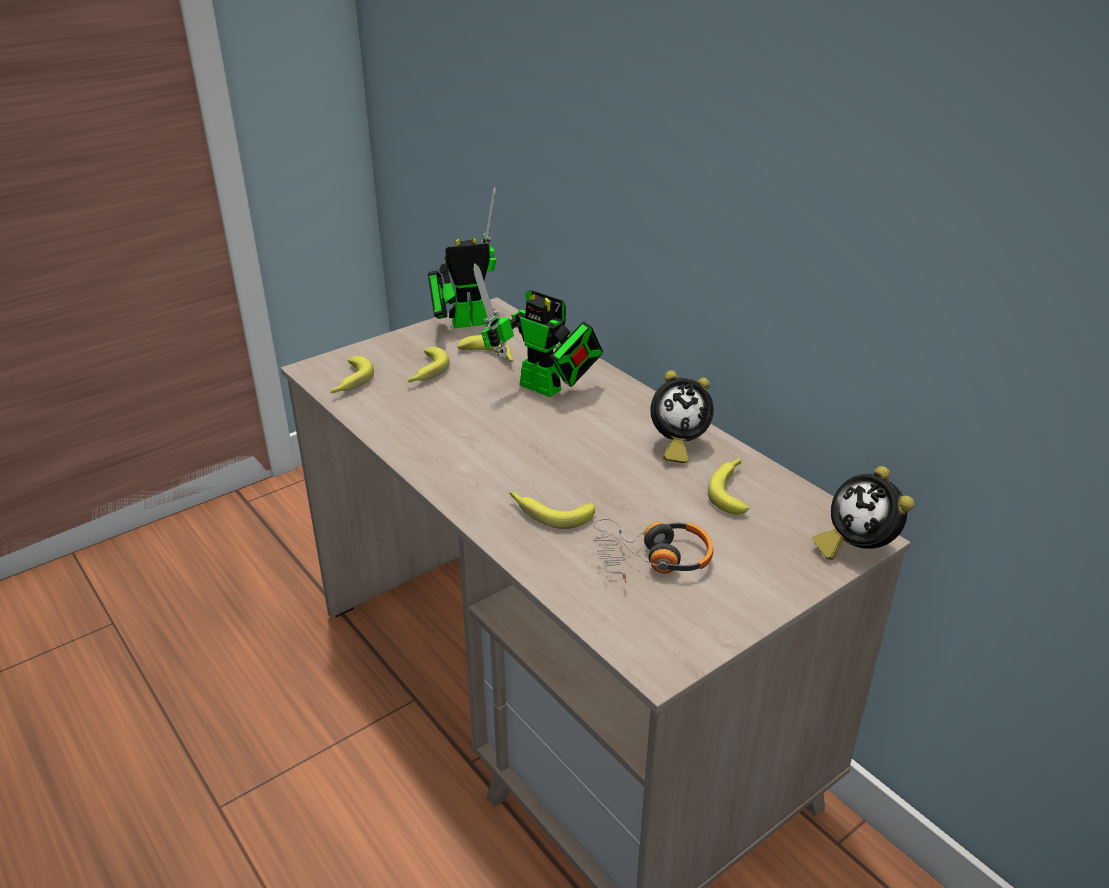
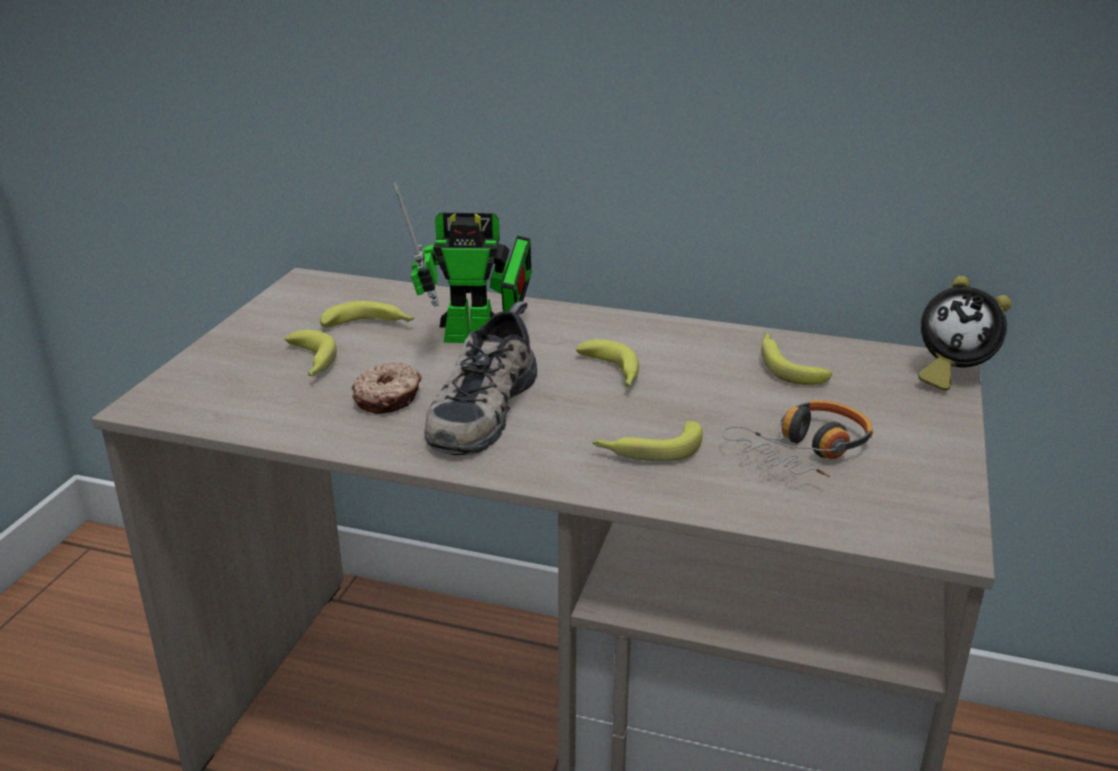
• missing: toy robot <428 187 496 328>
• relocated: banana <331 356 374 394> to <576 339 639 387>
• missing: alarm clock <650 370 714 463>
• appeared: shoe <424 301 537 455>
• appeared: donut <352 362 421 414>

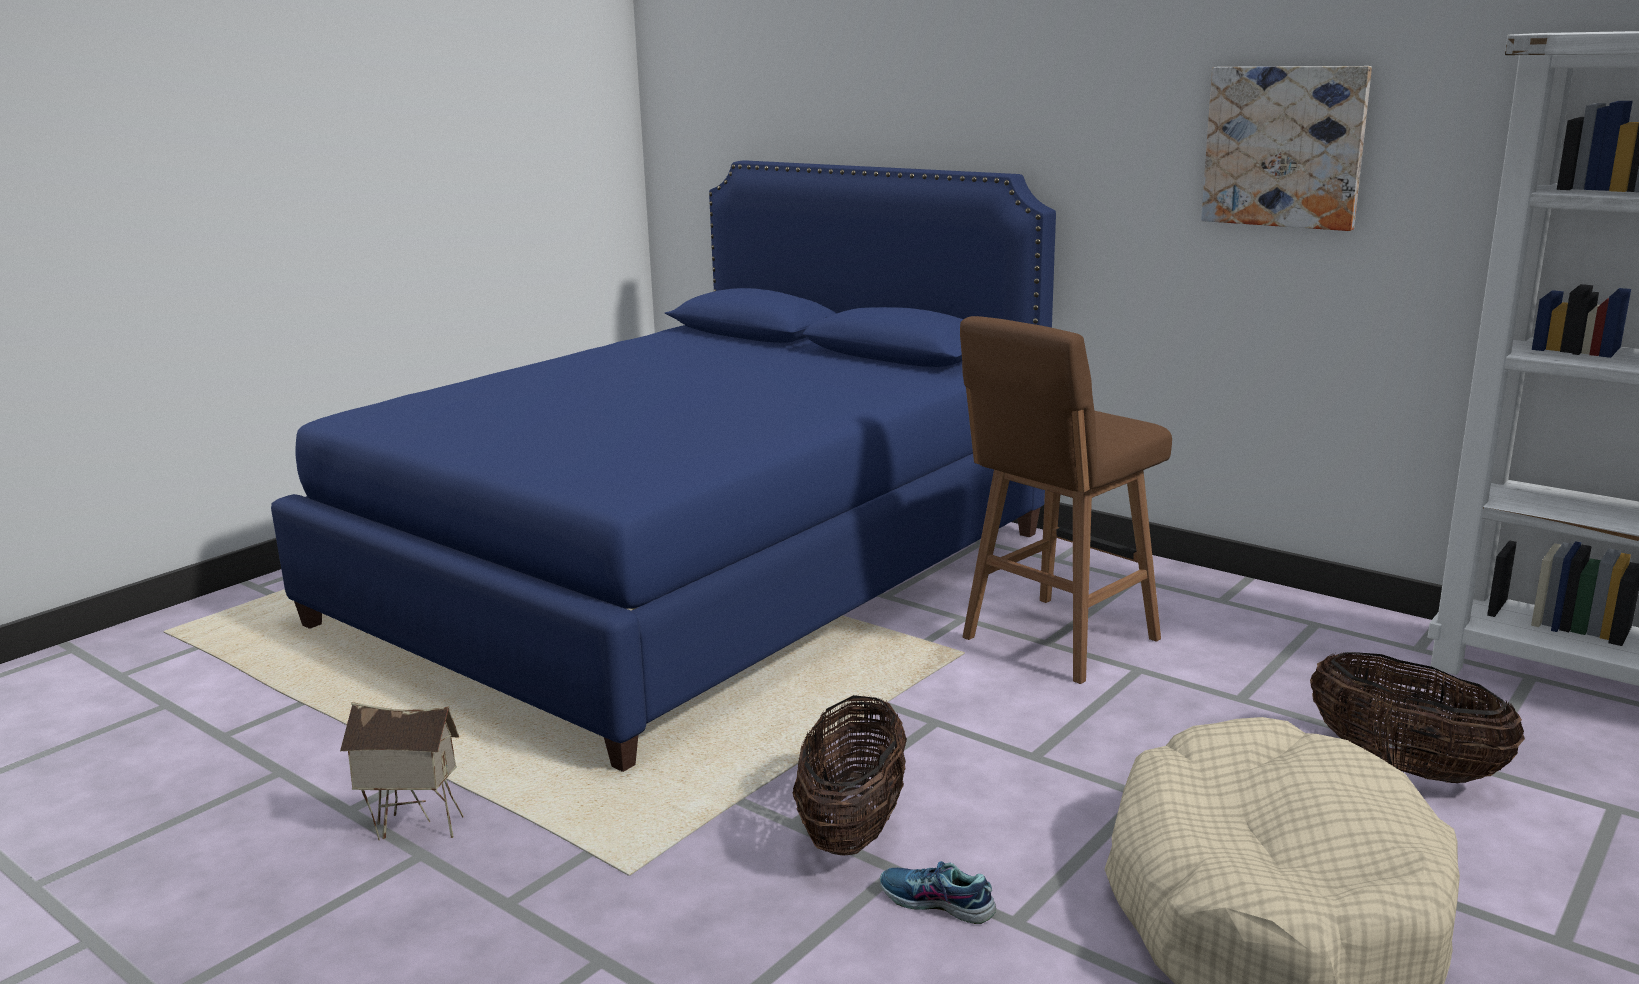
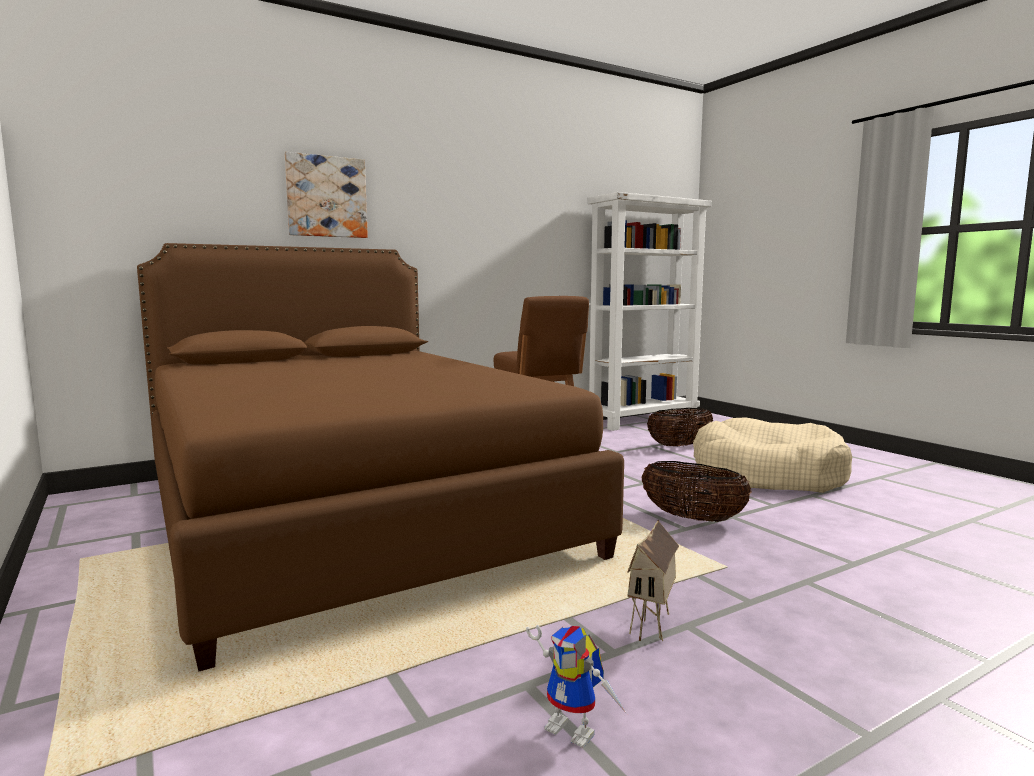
• relocated: picture <1201 66 1372 231> to <285 152 368 238>
• colour: bed/blue <271 160 1056 772> to bed/brown <137 243 624 672>
• missing: shoe <880 861 996 924>
• appeared: toy robot <526 625 627 748>

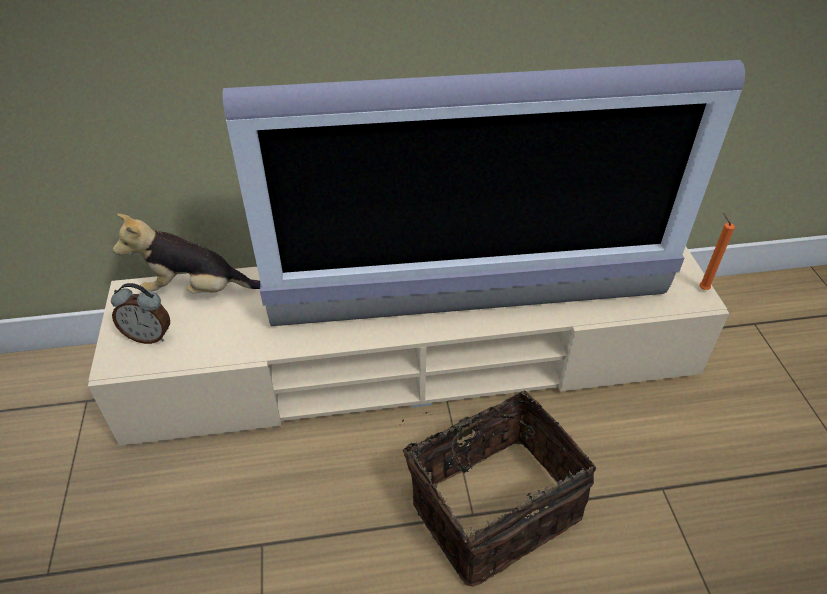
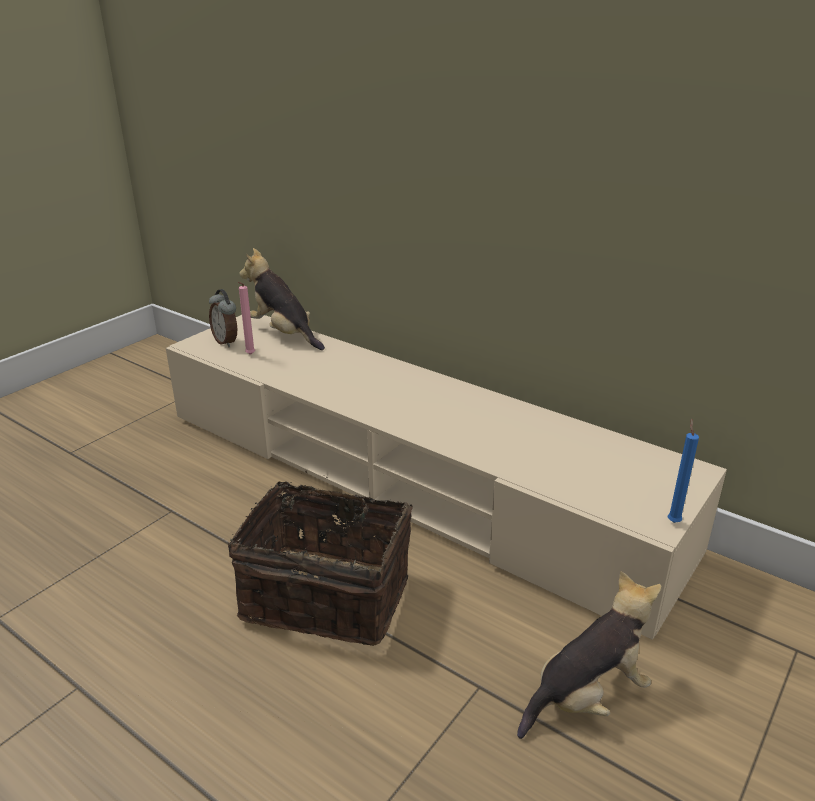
• missing: television <223 60 745 326>
• colour: candle/orange <699 213 735 290> to candle/blue <668 419 699 523>
• appeared: candle/pink <238 282 255 355>
• appeared: plush toy <517 571 661 739>

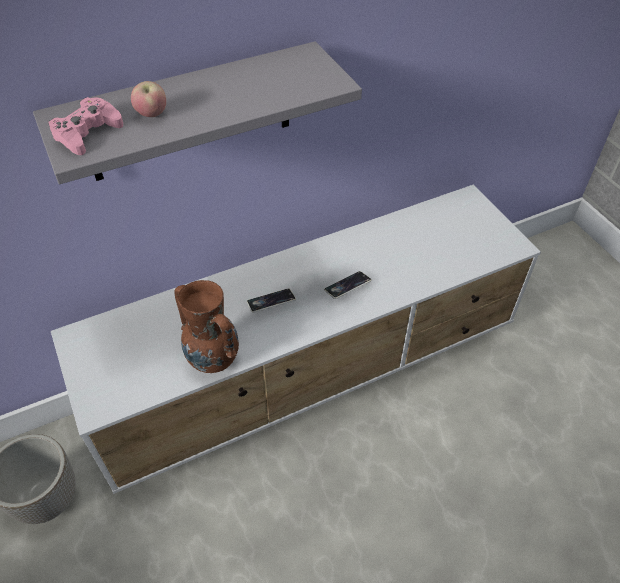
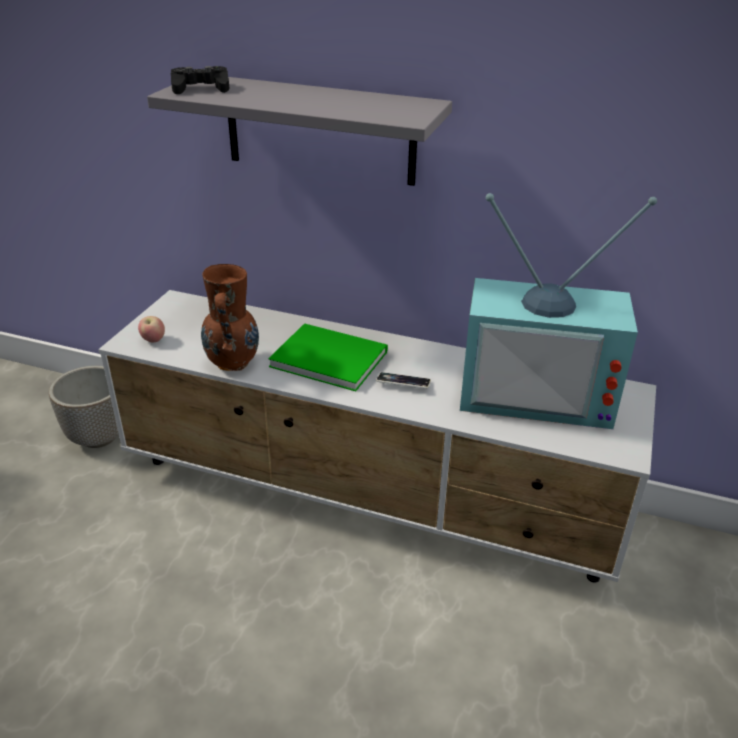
• relocated: apple <131 81 166 117> to <138 316 165 342>
• colour: game controller/pink <48 97 123 155> to game controller/black <171 66 229 94>
• exchanged: phone <247 288 296 313> to book/green <268 323 388 391>
• appeared: television <460 193 657 429>

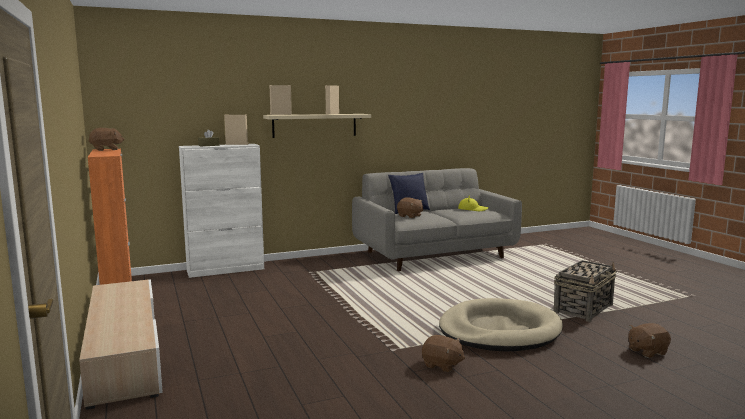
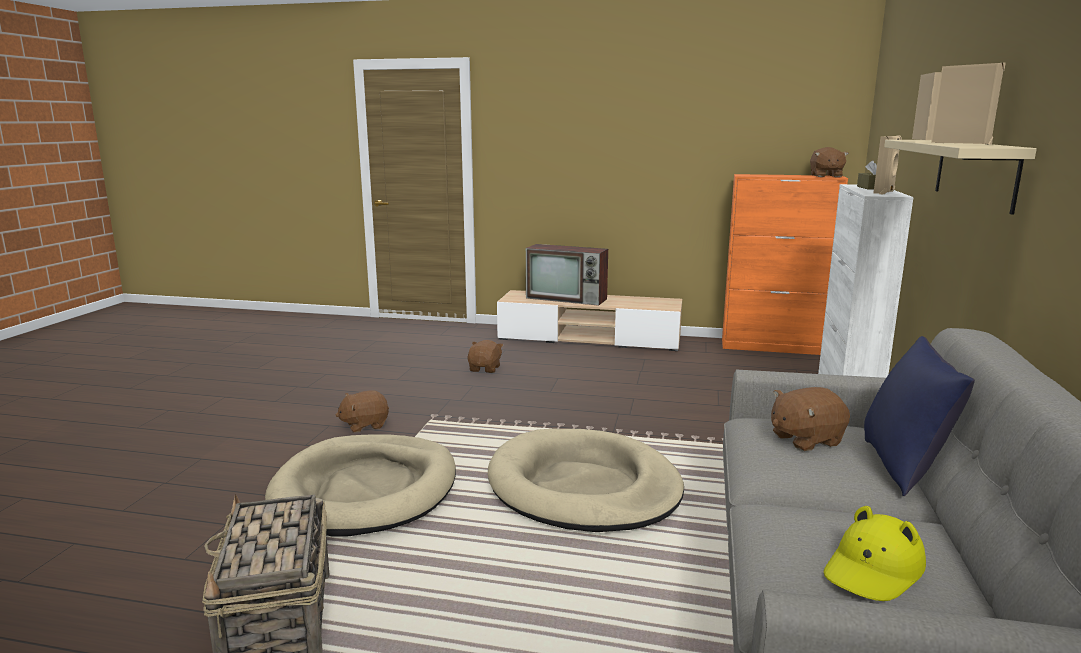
• relocated: plush toy/brown <628 323 671 358> to <467 340 503 373>
• appeared: television <526 244 608 306>
• appeared: dog bed/beige <488 429 684 532>

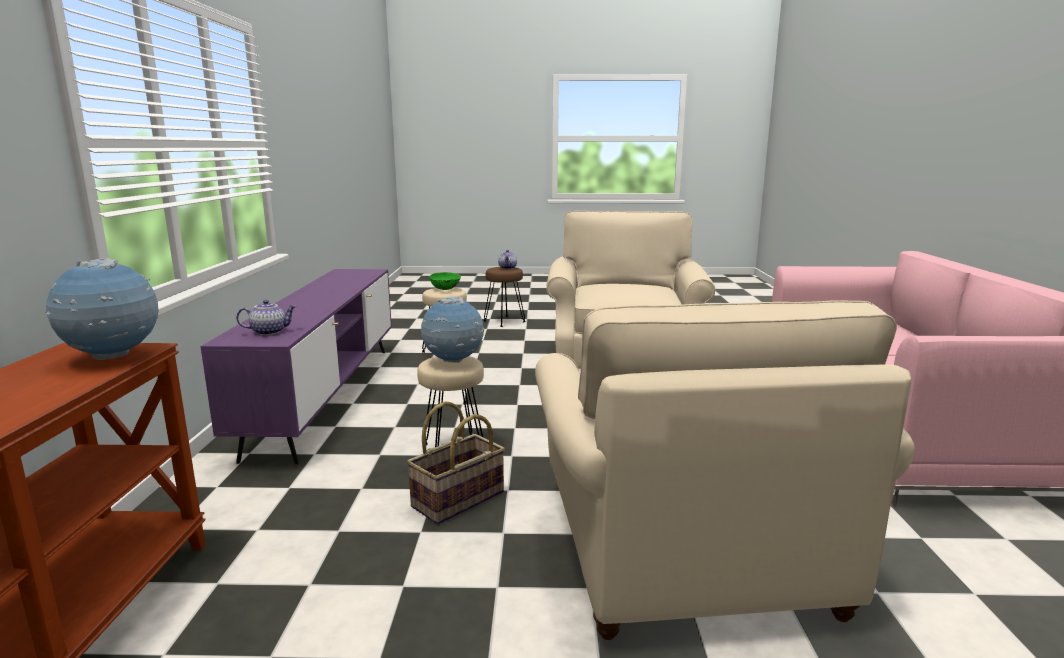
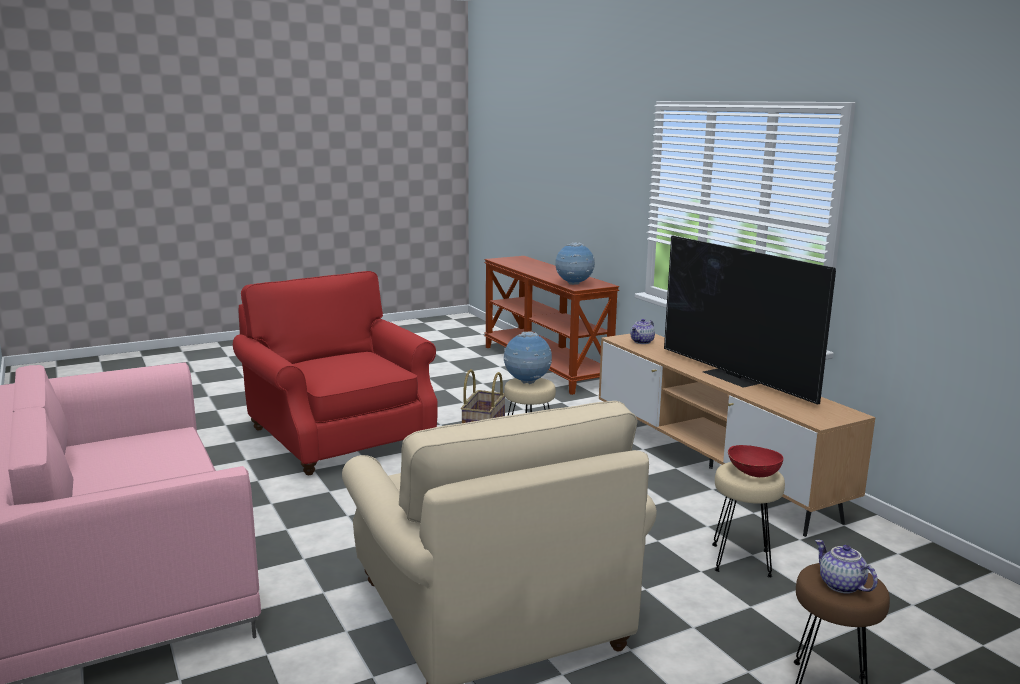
• colour: tv stand/purple <200 269 392 464> to tv stand/brown <599 334 876 537>
• colour: bowl/green <430 272 461 290> to bowl/red <728 445 783 477>
• colour: armchair/beige <535 300 915 640> to armchair/red <233 271 438 475>
• appeared: television <664 236 836 405>

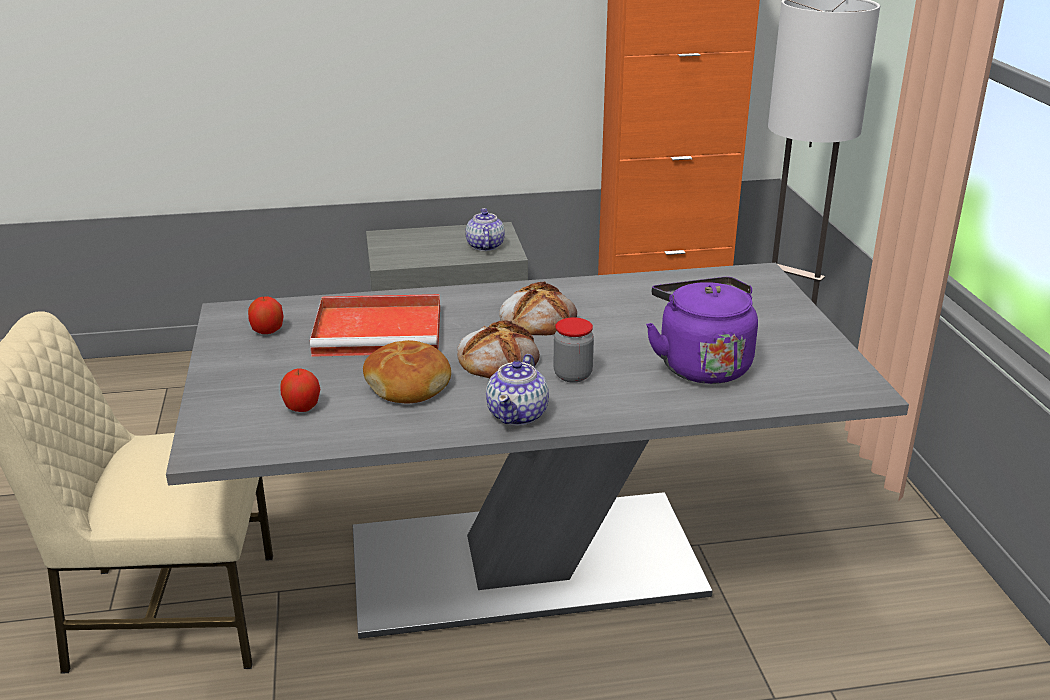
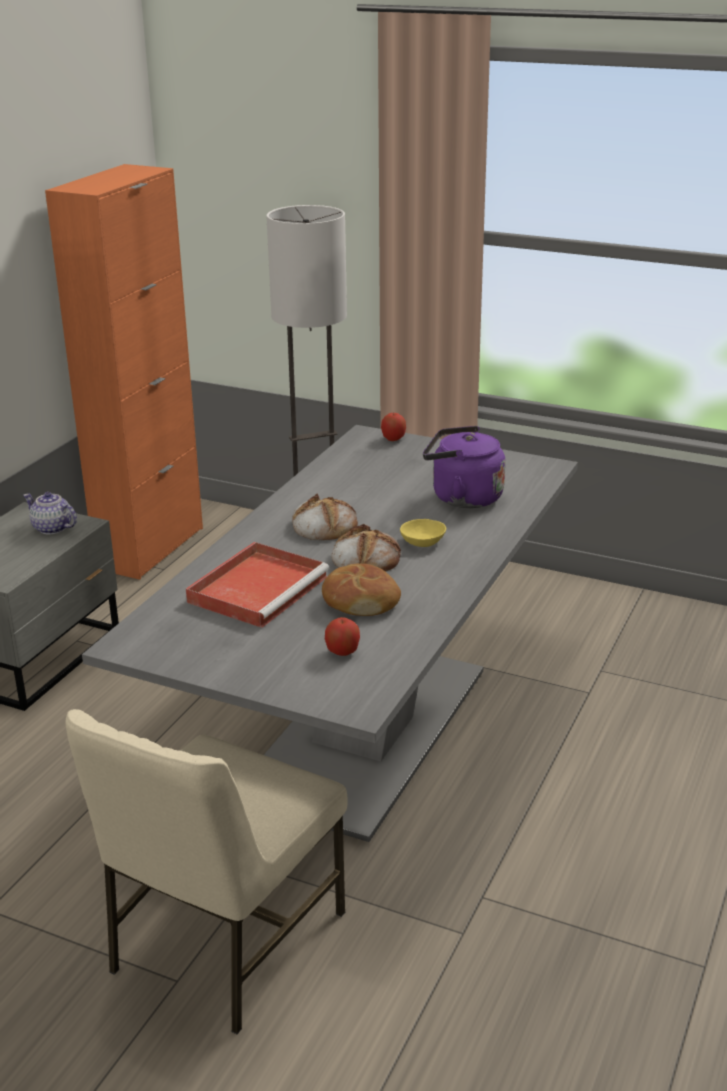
• relocated: apple <248 297 284 334> to <381 413 406 441>
• exchanged: jar <553 317 594 383> to bowl/yellow <400 519 446 547>
• missing: teapot <486 354 549 426>

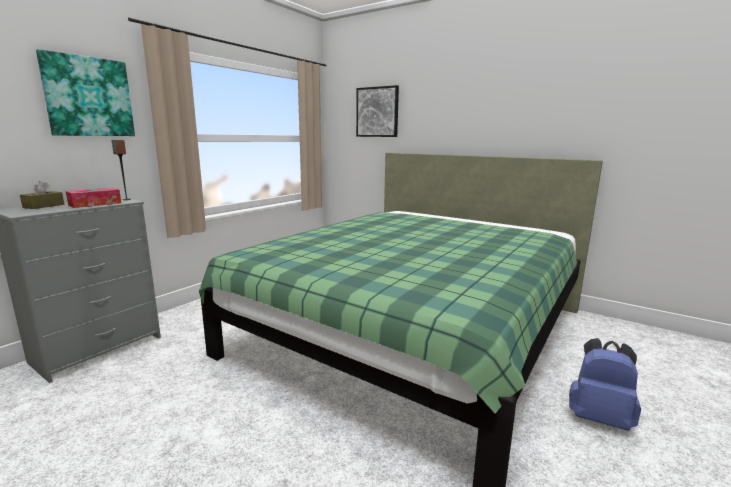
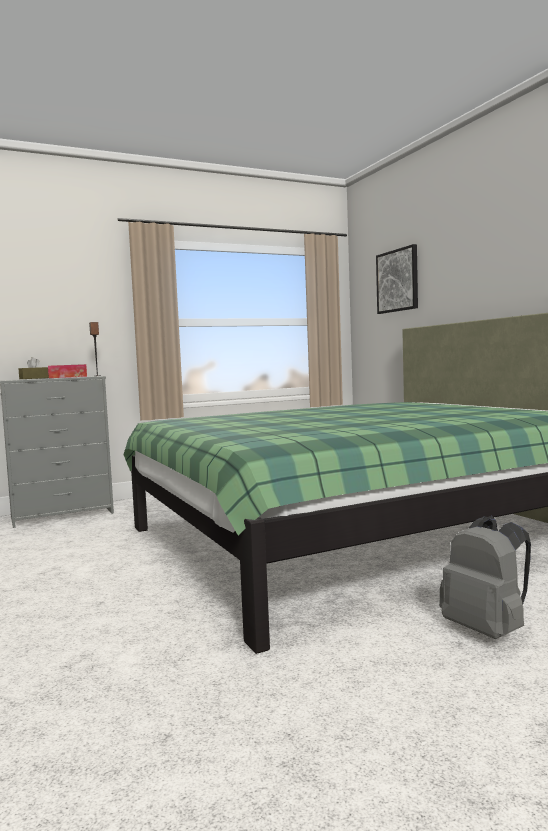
• missing: picture <36 49 135 136>
• colour: backpack/blue <569 338 641 431> to backpack/grey <439 516 531 639>

